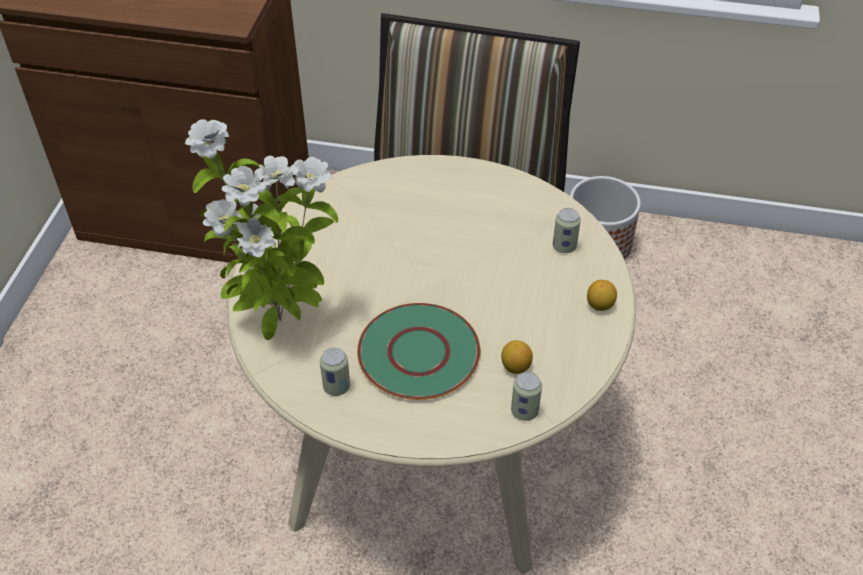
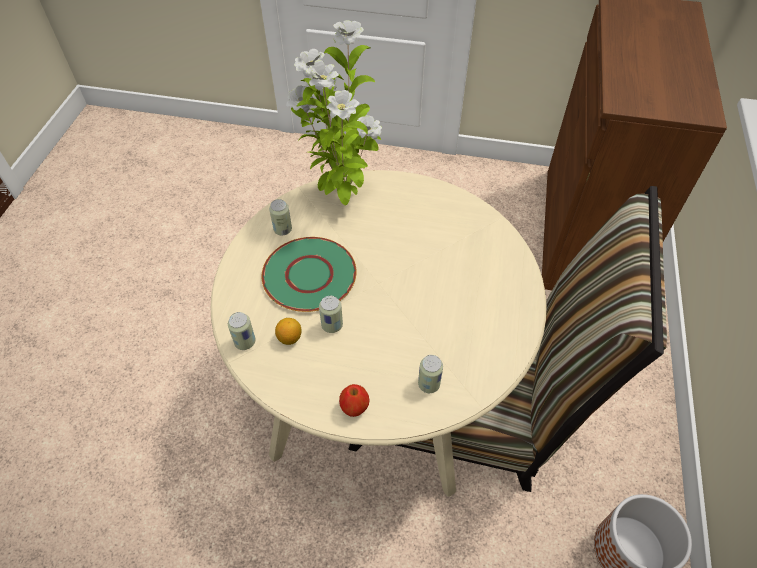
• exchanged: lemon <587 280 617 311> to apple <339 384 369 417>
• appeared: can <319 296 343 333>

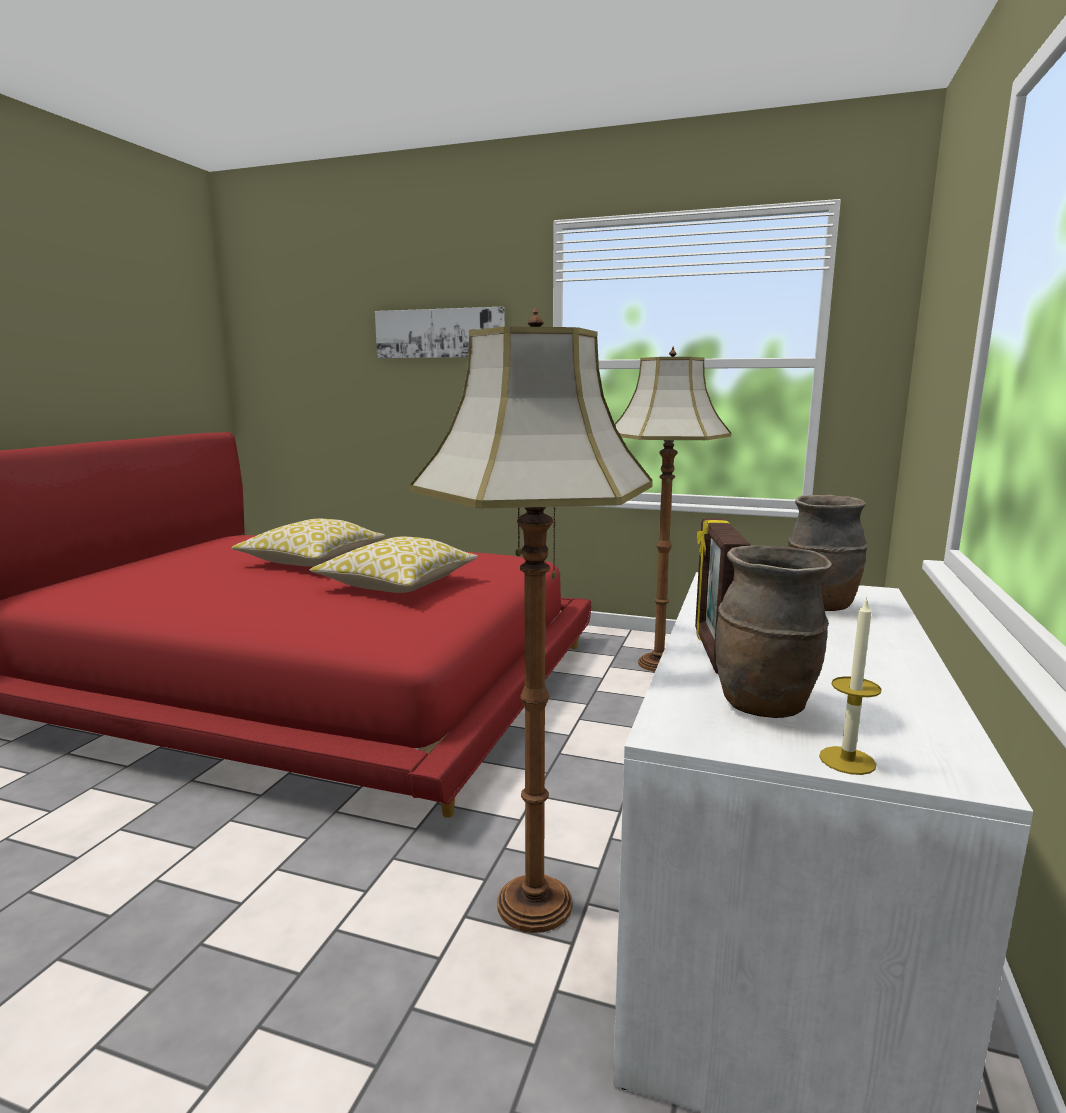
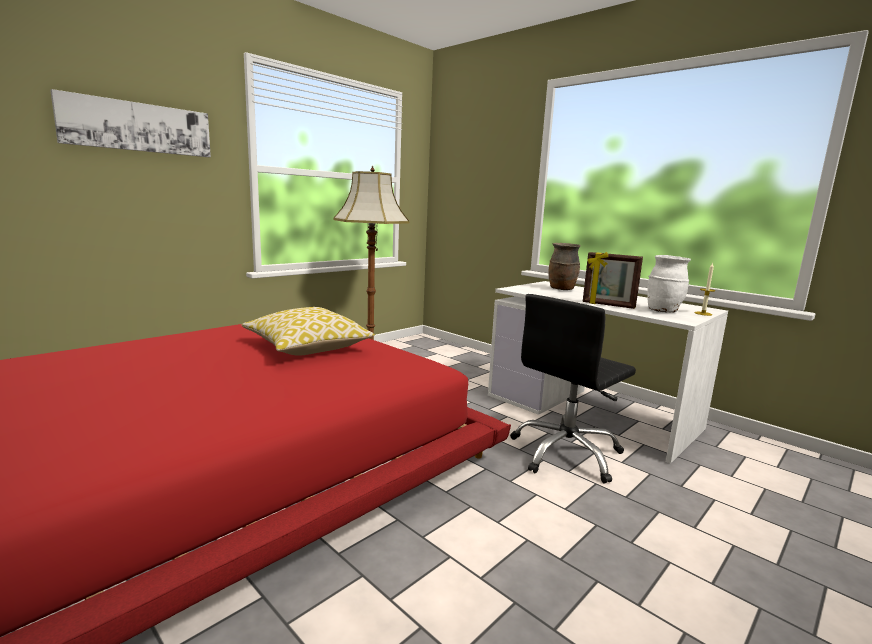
• exchanged: floor lamp <410 307 653 933> to office chair/black <510 294 636 484>
• missing: pillow <231 519 385 567>
• colour: vase/brown <715 545 832 718> to vase/white <647 255 691 313>

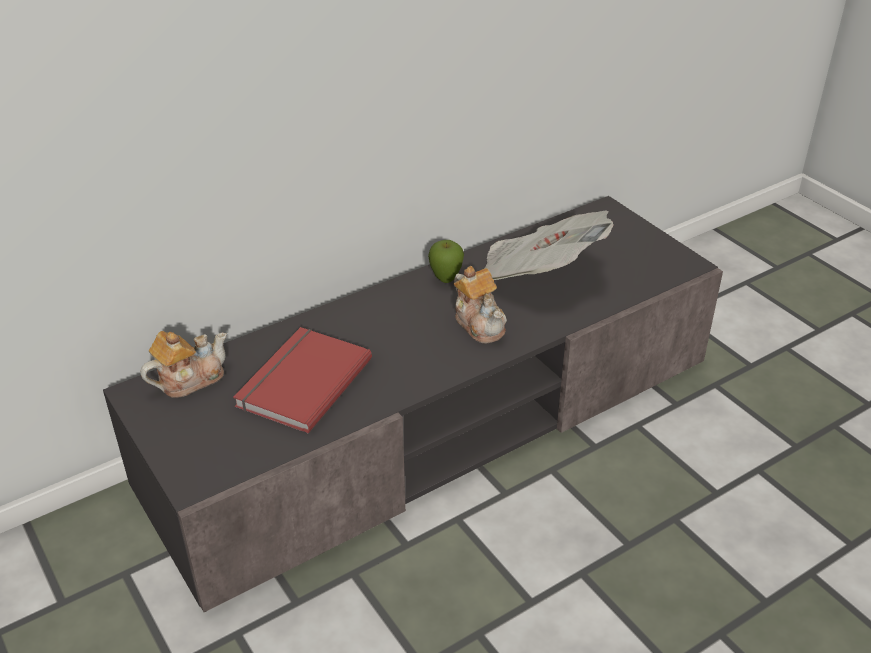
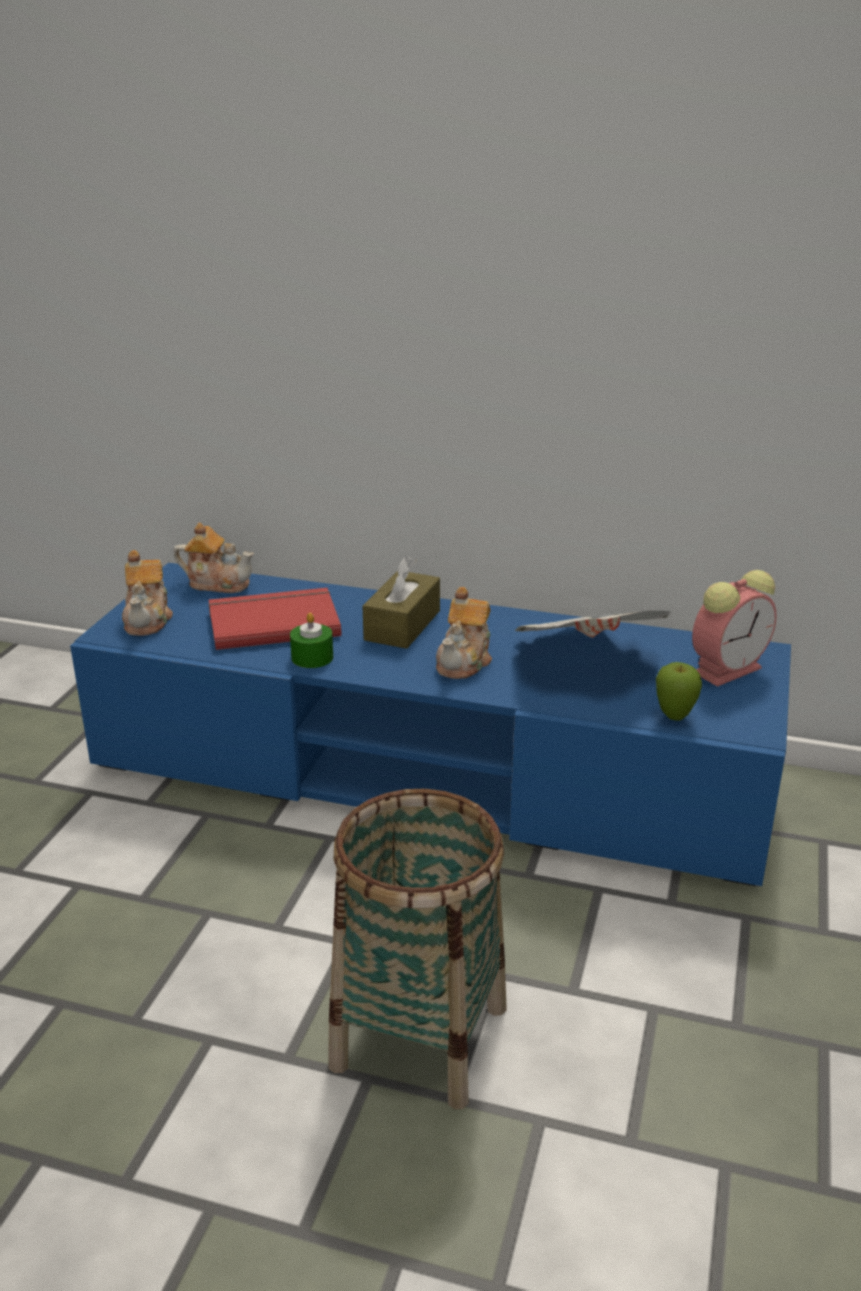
• colour: tv stand/grey <103 196 723 612> to tv stand/blue <70 563 791 887>
• relocated: apple <428 240 464 283> to <656 662 702 721>
• appeared: teapot <122 550 173 636>
• appeared: tissue box/brown <363 556 440 649>
• appeared: alarm clock <692 570 777 687>
• appeared: candle/green <290 613 333 668>
• appeared: basket <328 789 507 1109>

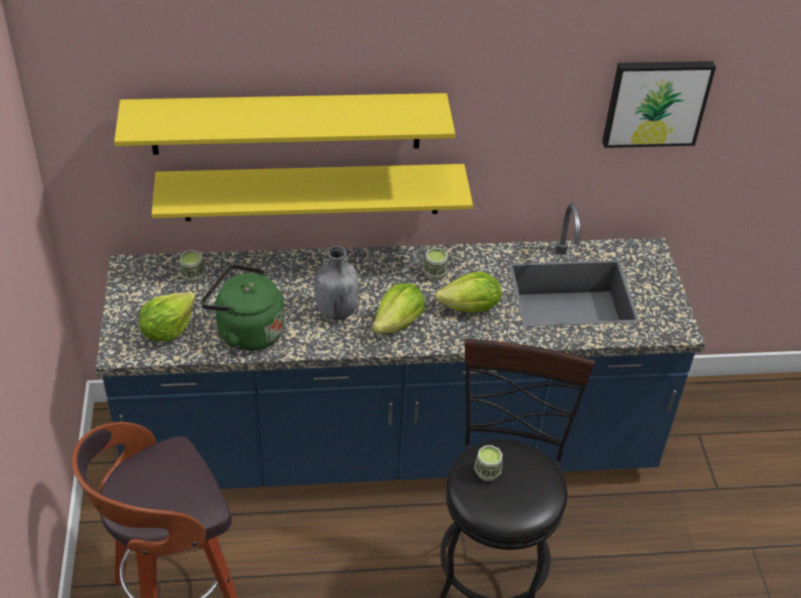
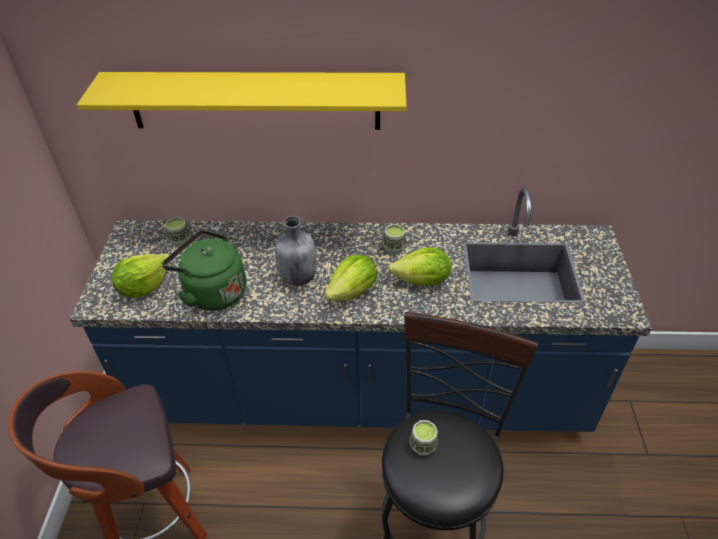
• missing: picture <602 61 716 148>
• missing: shelf/yellow <152 164 473 221>

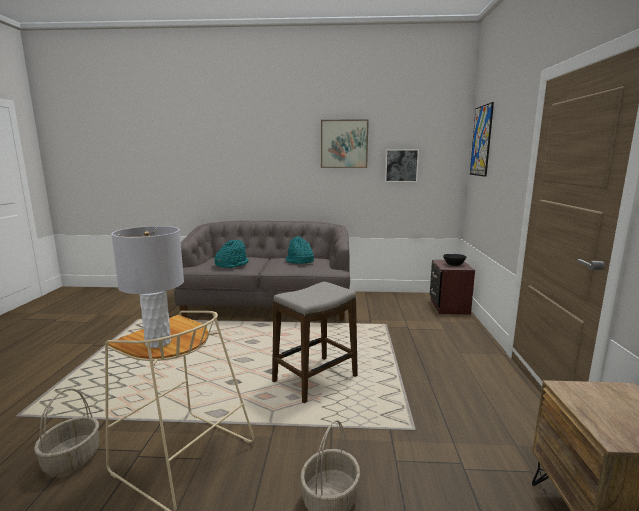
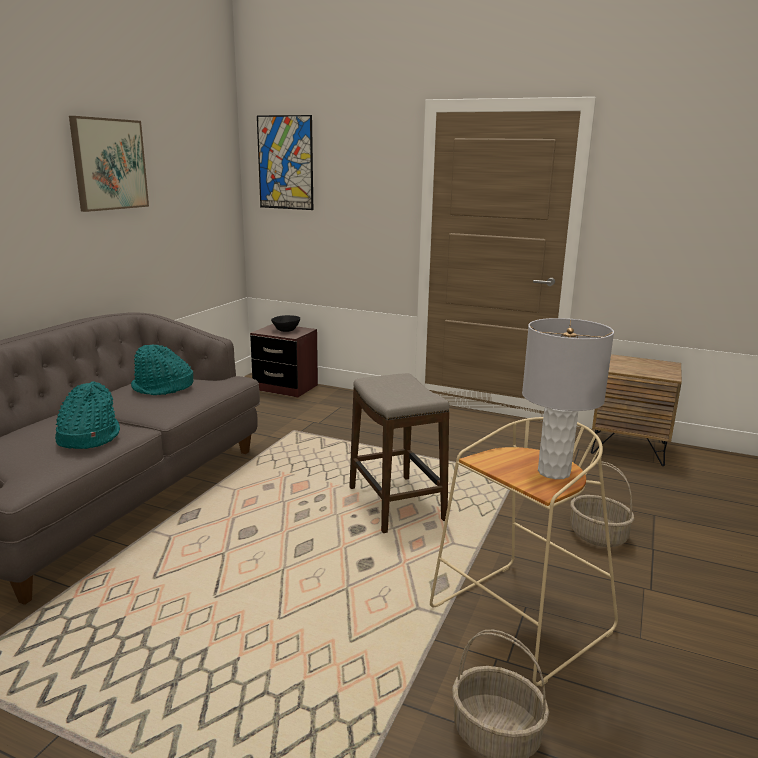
• missing: picture <385 149 419 182>

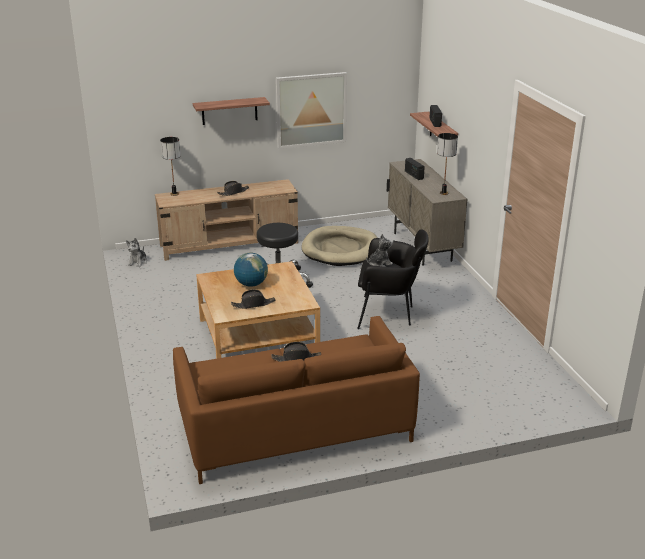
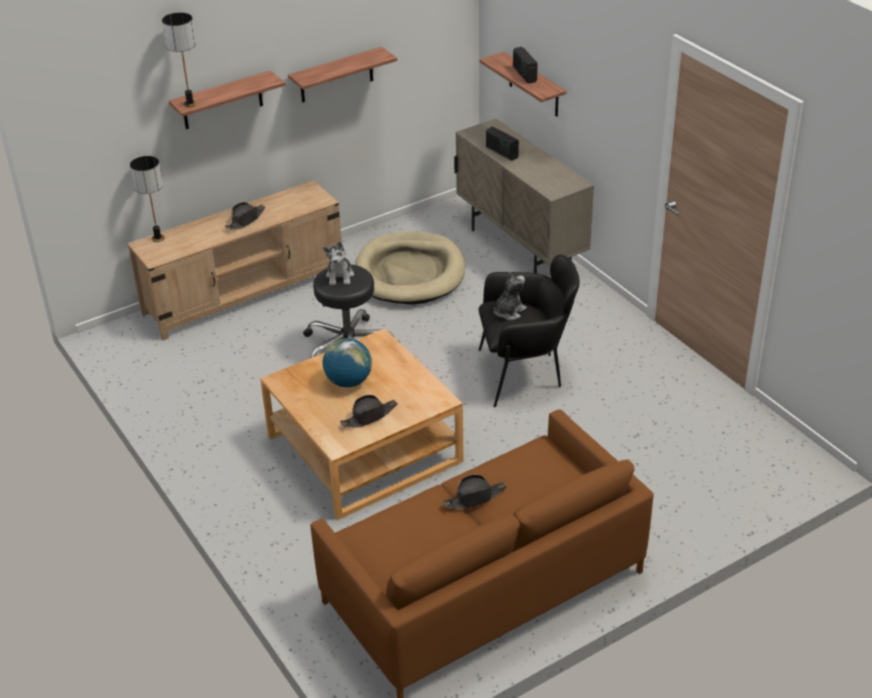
• exchanged: picture <276 72 347 149> to shelf <288 47 397 103>
• relocated: table lamp <437 133 458 195> to <162 13 197 107>
• relocated: plush toy <126 238 147 267> to <323 241 354 286>

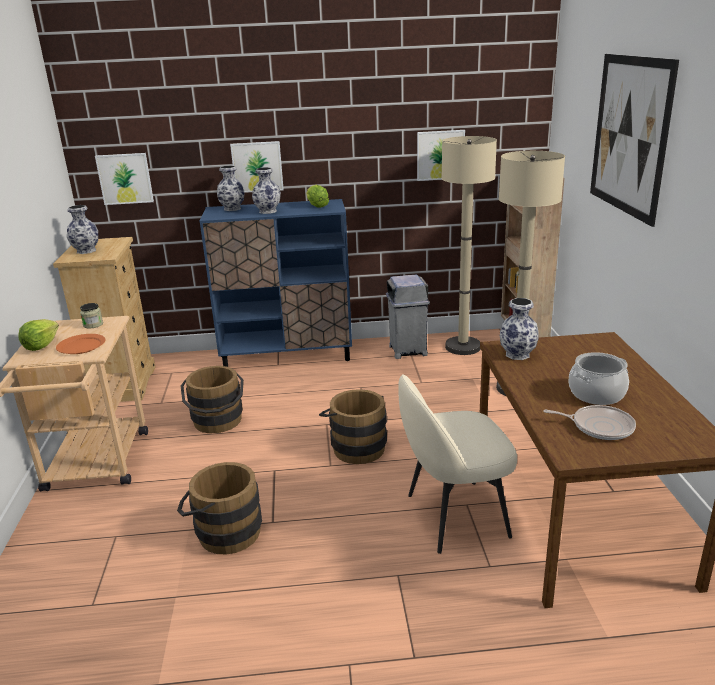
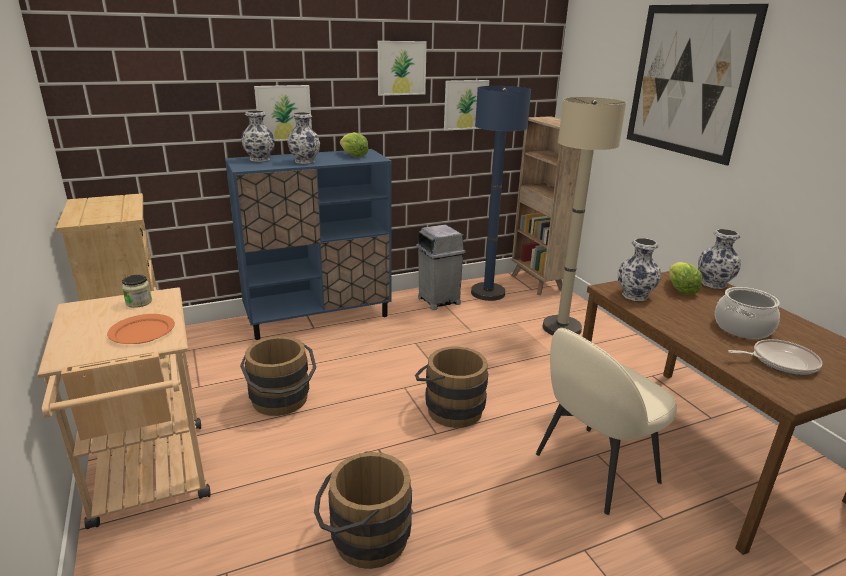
• colour: floor lamp/beige <441 136 497 355> to floor lamp/blue <471 86 531 301>
• relocated: picture <95 153 154 205> to <378 41 427 96>
• relocated: vase <67 205 98 254> to <698 229 741 289>
• relocated: lettuce <18 319 59 351> to <669 262 703 295>

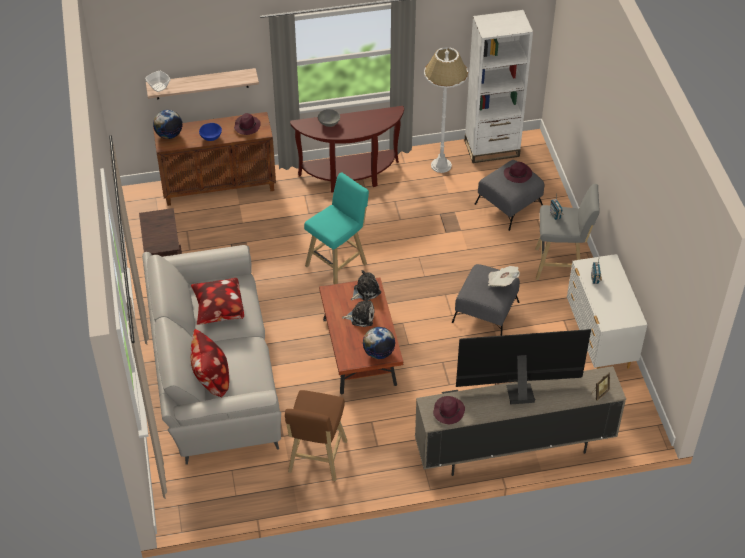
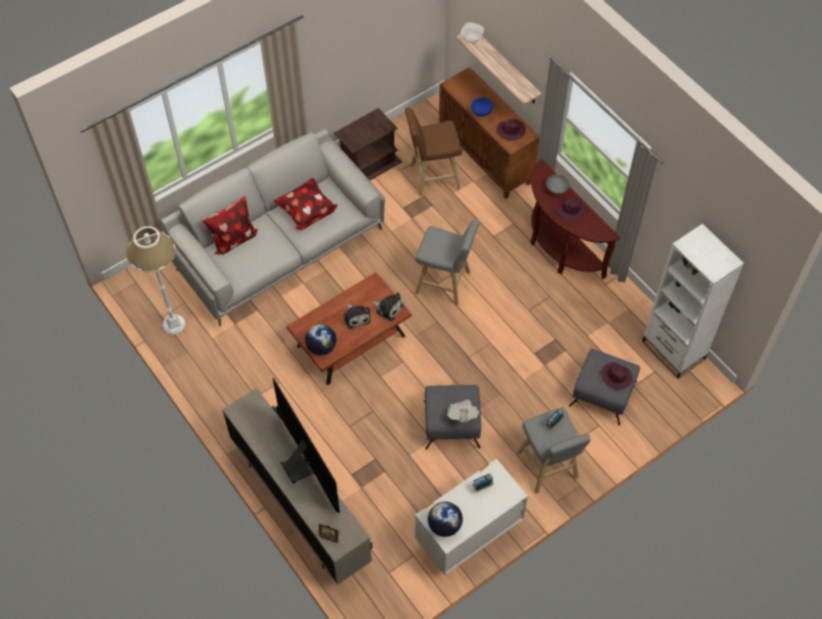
• relocated: floor lamp/white <424 47 468 173> to <126 226 185 334>
• relocated: globe <153 110 182 139> to <428 501 463 537>
• colour: stool/turquoise <304 172 369 284> to stool/grey <415 219 480 306>
• relocated: stool/brown <285 390 347 481> to <405 107 462 196>
• relocated: hat/purple <433 396 465 424> to <556 197 587 221>

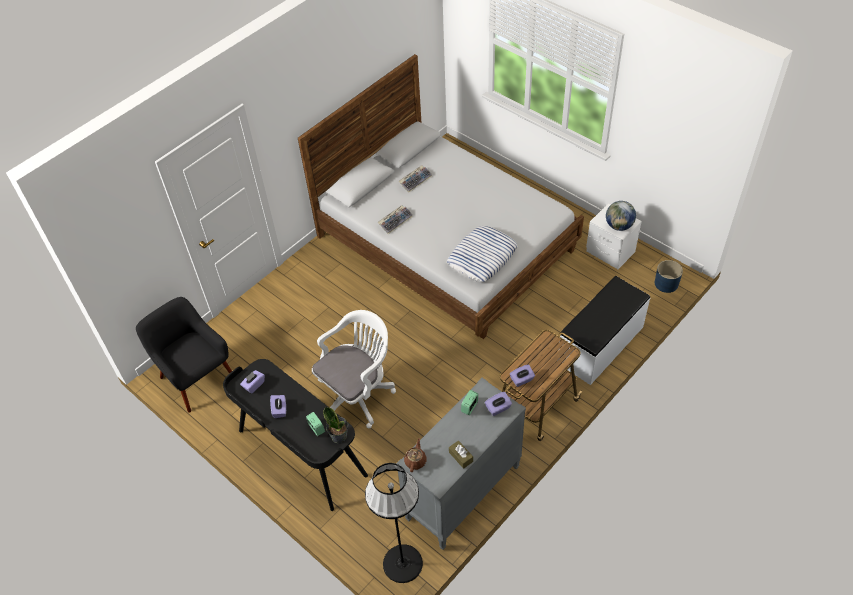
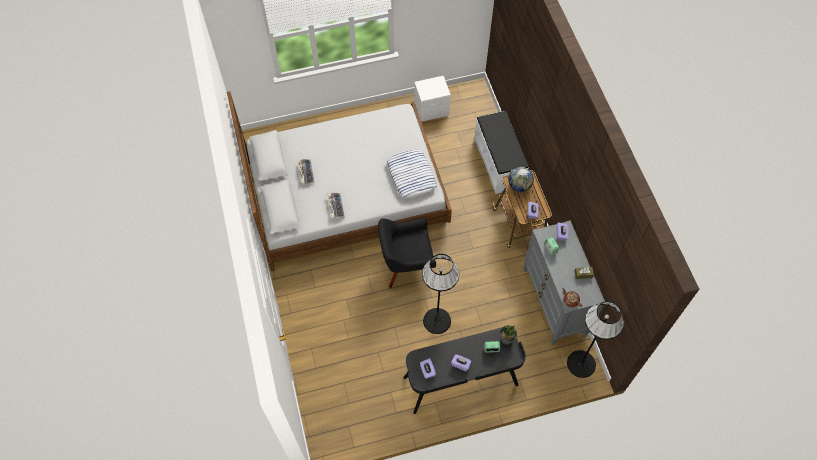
• relocated: globe <606 201 636 231> to <508 167 534 192>
• missing: planter/blue <655 260 683 293>
• relocated: armchair/black <136 297 232 412> to <378 218 436 288>
• exchanged: office chair/white <312 310 396 428> to floor lamp/black <422 254 459 334>

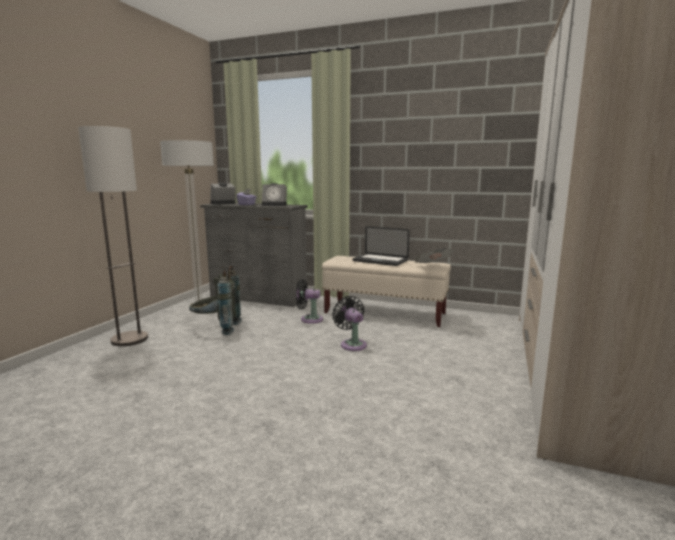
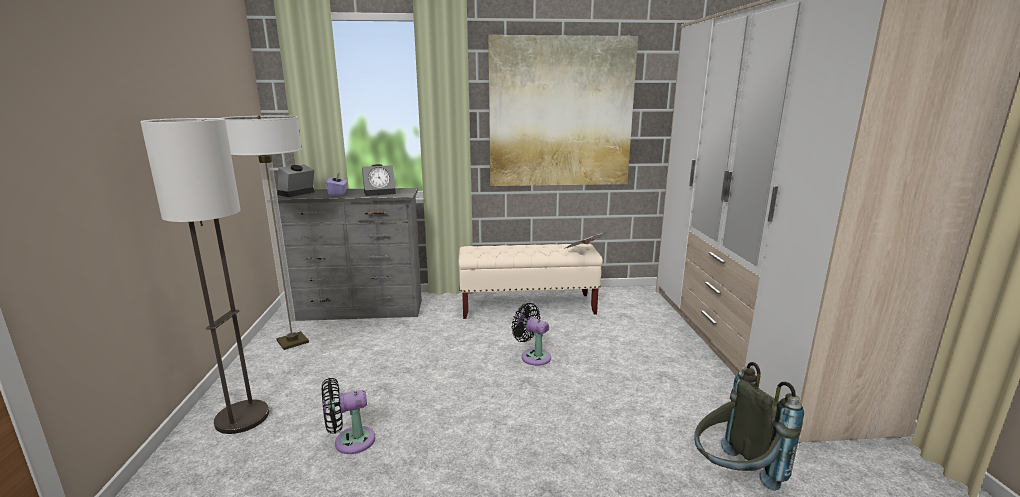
• missing: laptop <352 226 410 266>
• relocated: backpack/grey <189 266 242 335> to <694 362 804 491>
• relocated: fan/black <296 279 323 324> to <322 378 375 454>
• appeared: picture <488 35 638 186>

